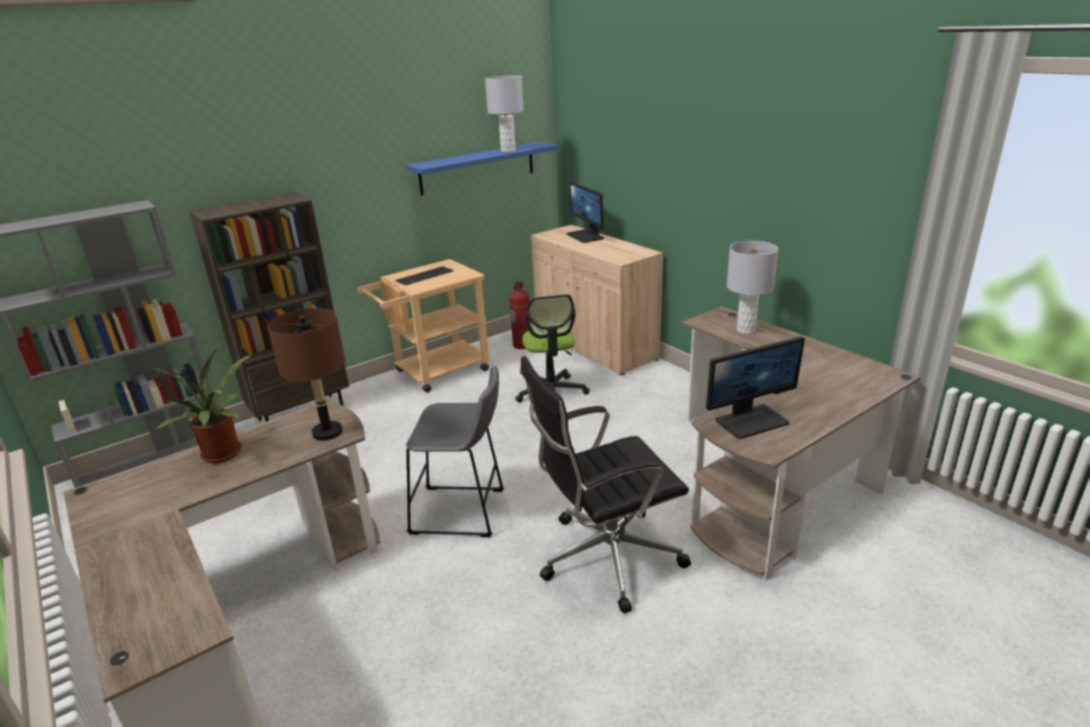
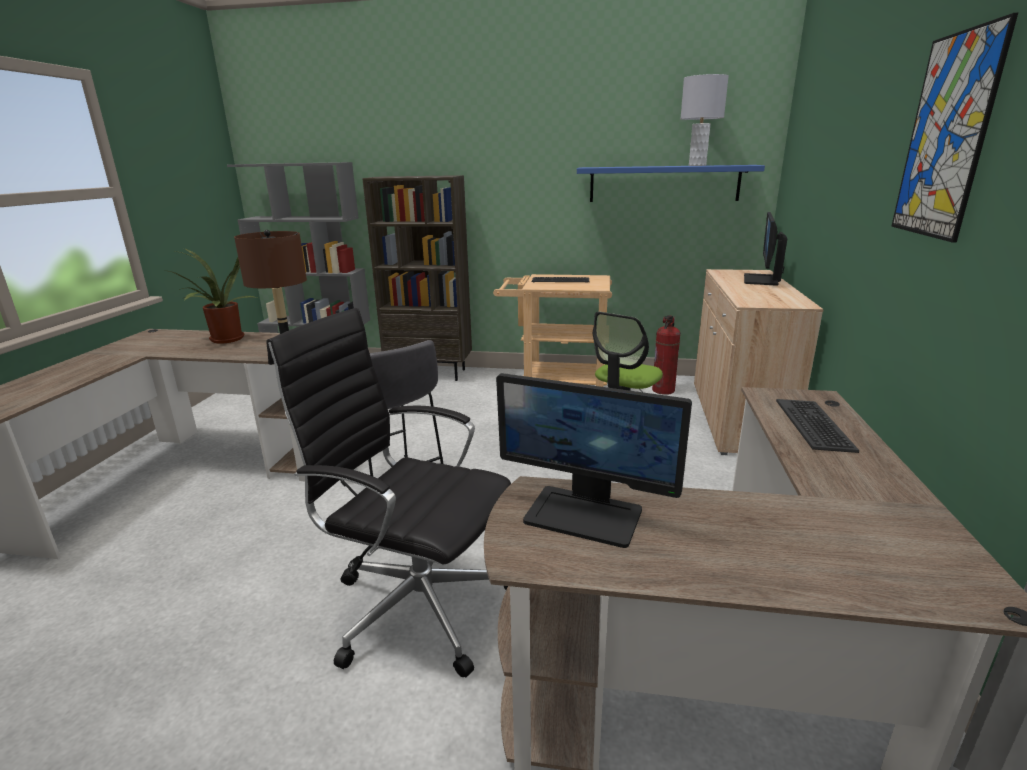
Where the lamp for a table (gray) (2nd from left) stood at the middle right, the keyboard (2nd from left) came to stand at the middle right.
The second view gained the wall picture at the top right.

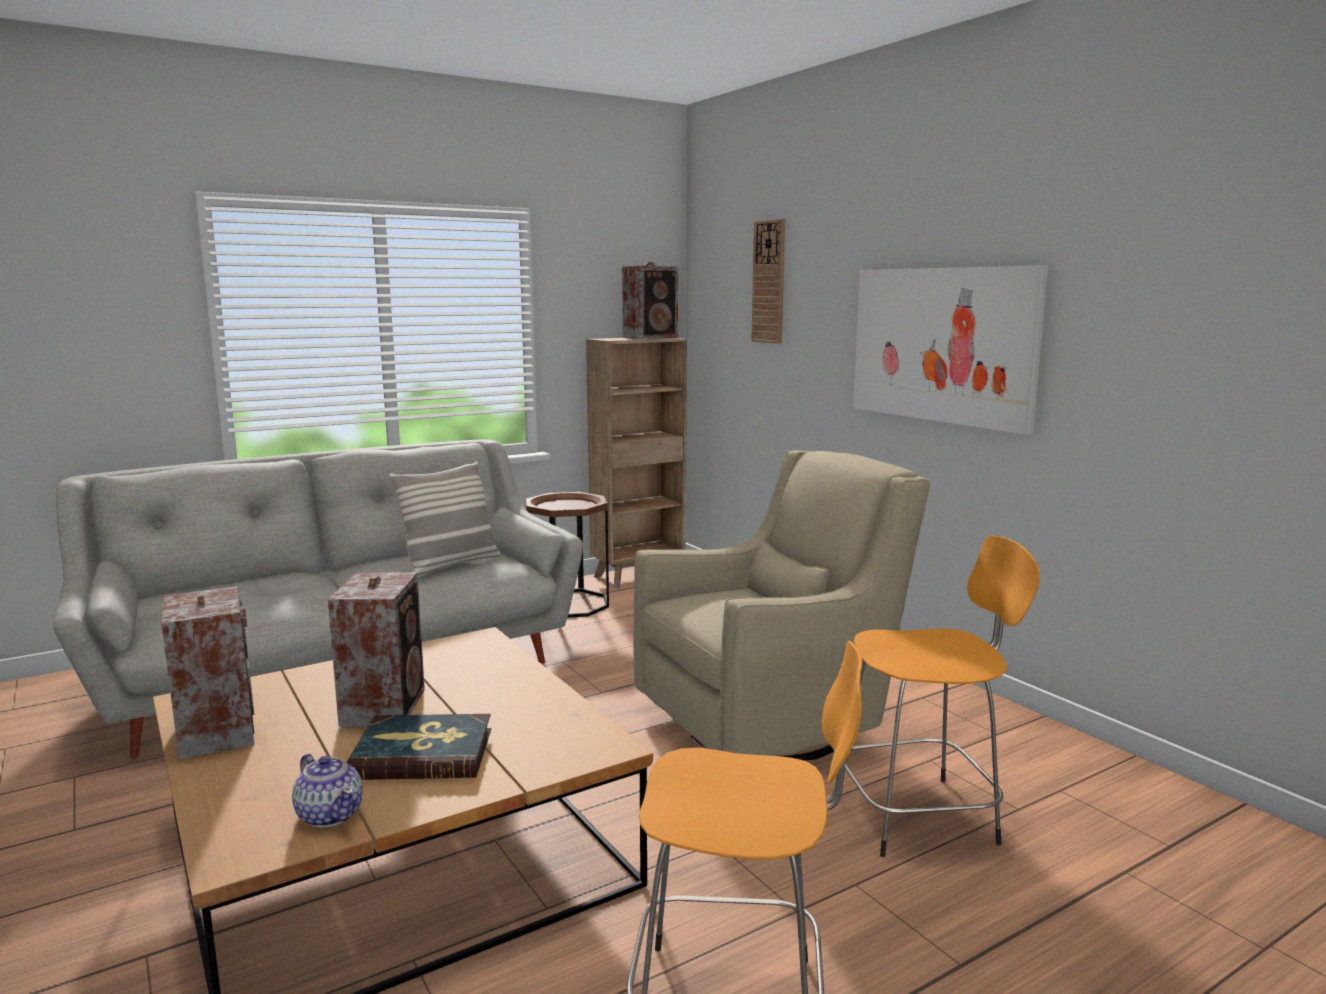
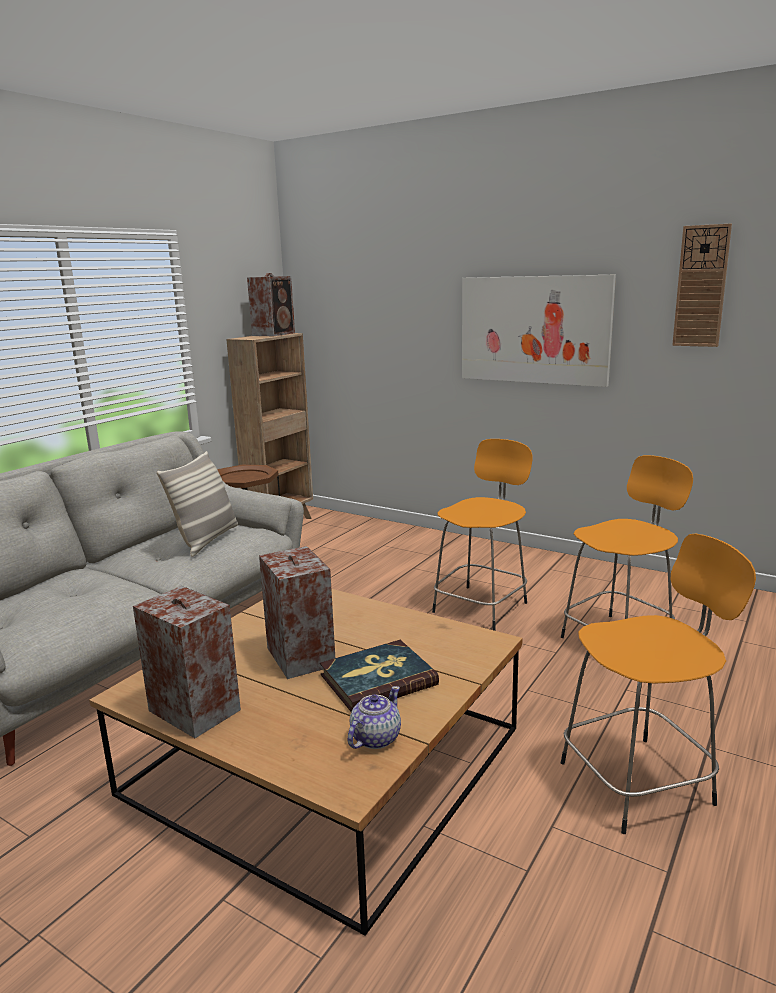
The wall clock ended up elsewhere, having gone from the top centre to the top right.
Where the armchair (sand-coloured) stood at the centre, the stool seat (orange-coloured) (1st from left) came to stand at the centre.
The teapot at the bottom left ended up facing another way, 75 degrees counterclockwise from before.

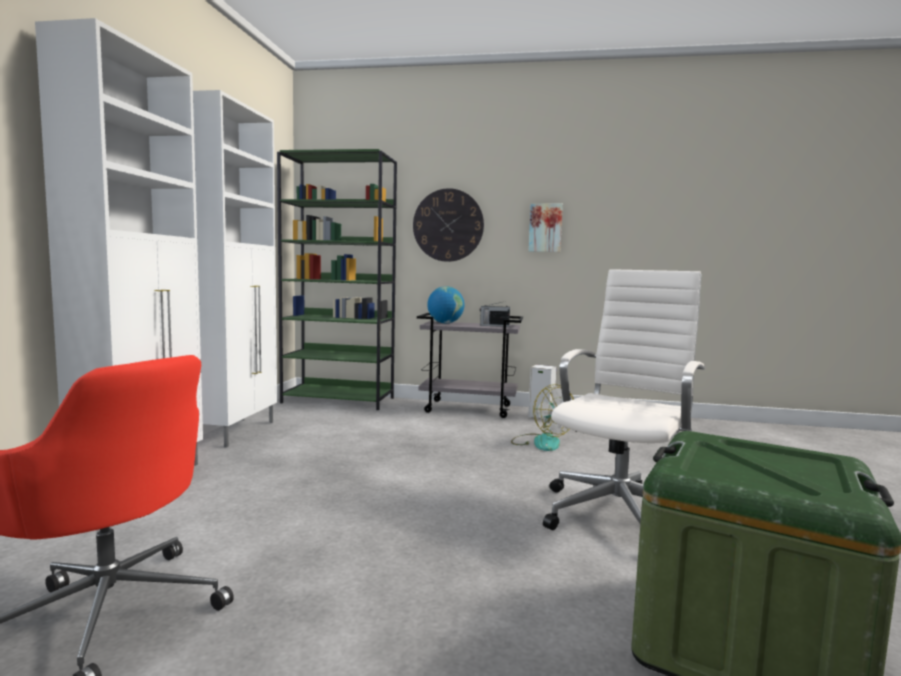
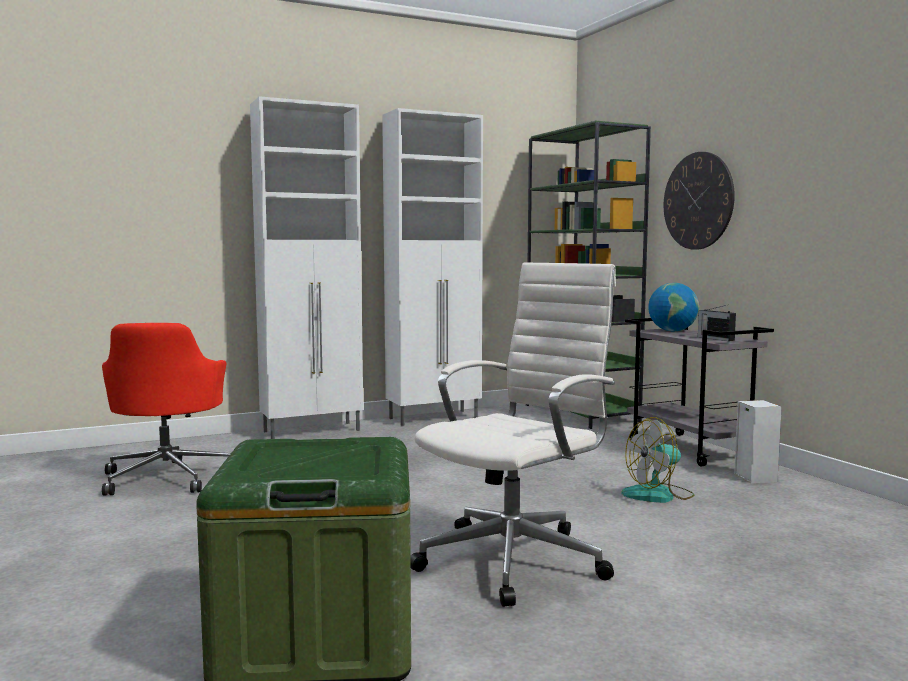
The second view lost the wall picture at the centre.
The office chair (white-coloured) at the middle right ended up facing another way, 45 degrees counterclockwise from before.
The cooling fan at the centre ended up facing another way, 45 degrees clockwise from before.

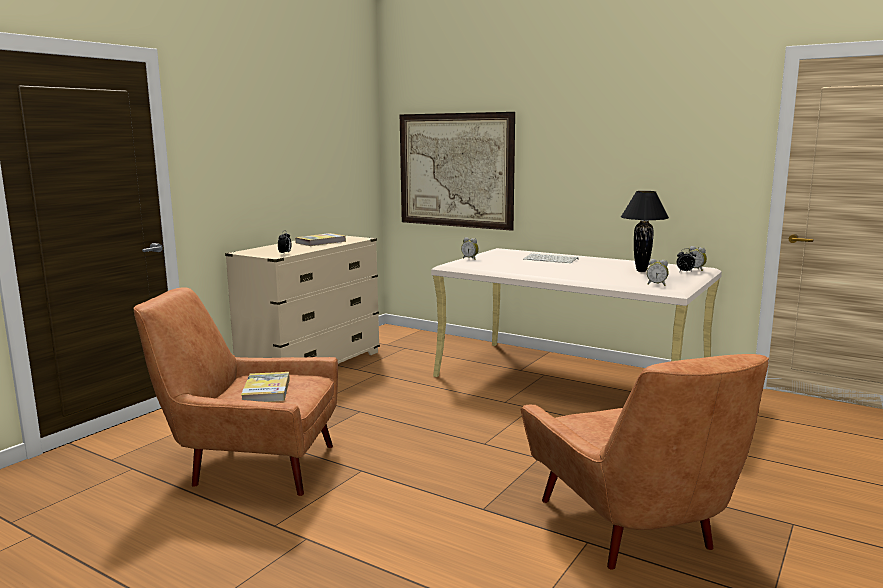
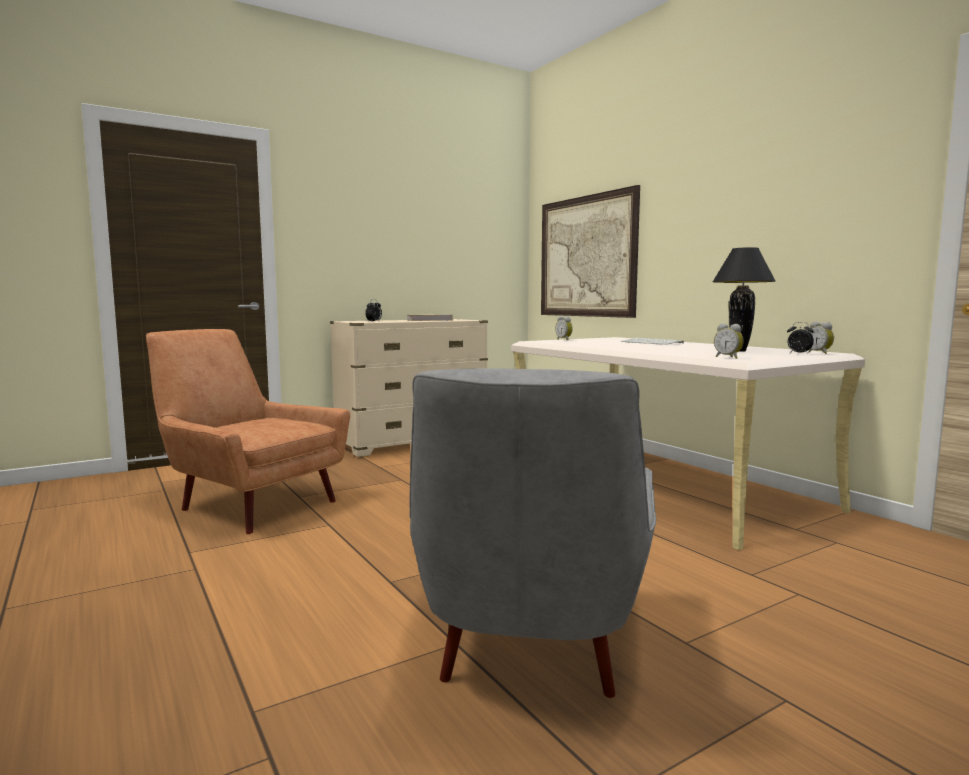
What was the armchair (brownish) (2nd from left) at the bottom right turned into the armchair (gray) at the bottom centre.
The second view lost the bound book (1st from left) at the middle left.

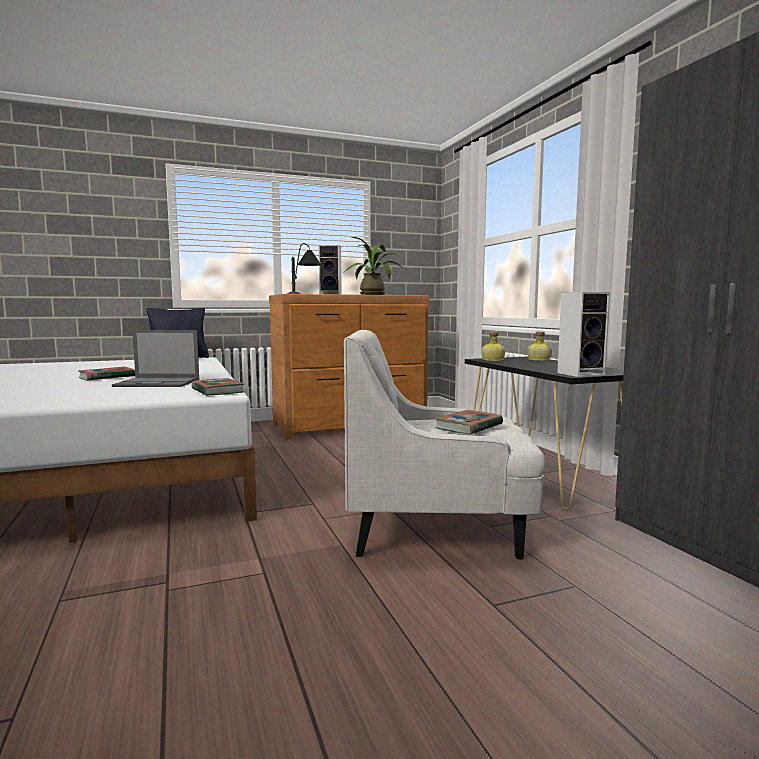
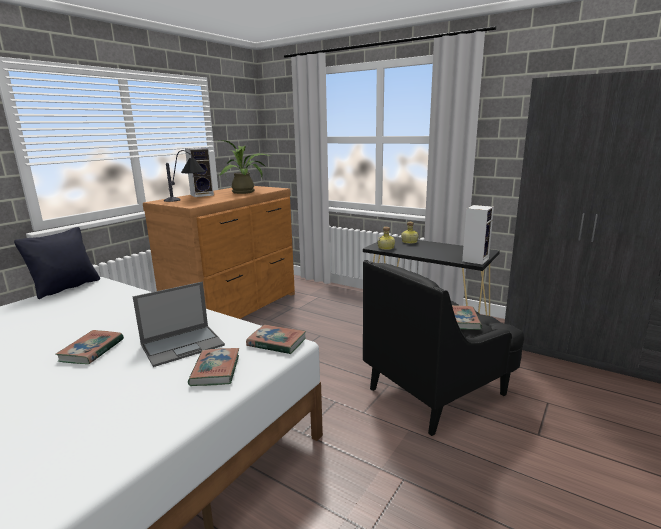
What was the armchair (white-coloured) at the centre turned into the armchair (blackish) at the middle right.
The second view gained the bound book (2nd from left) at the bottom left.

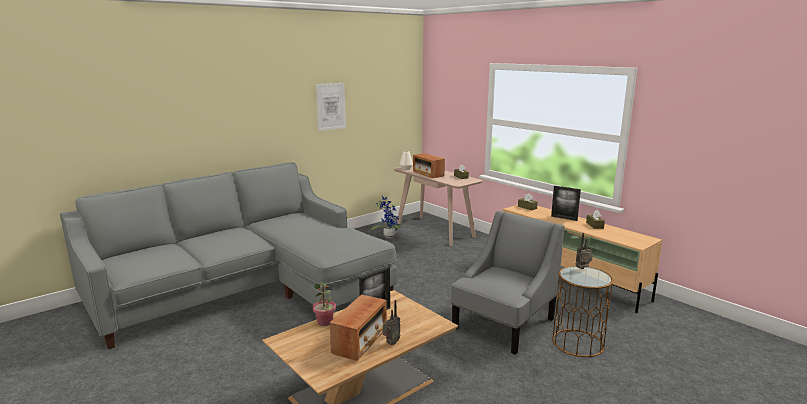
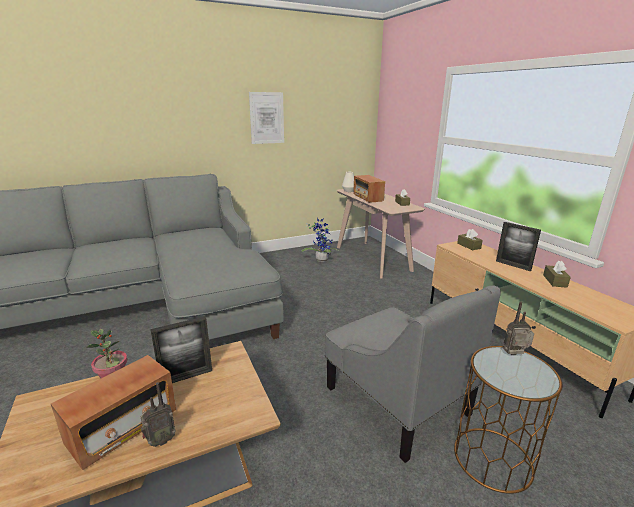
The armchair (gray) at the bottom centre ended up facing another way, 90 degrees clockwise from before.

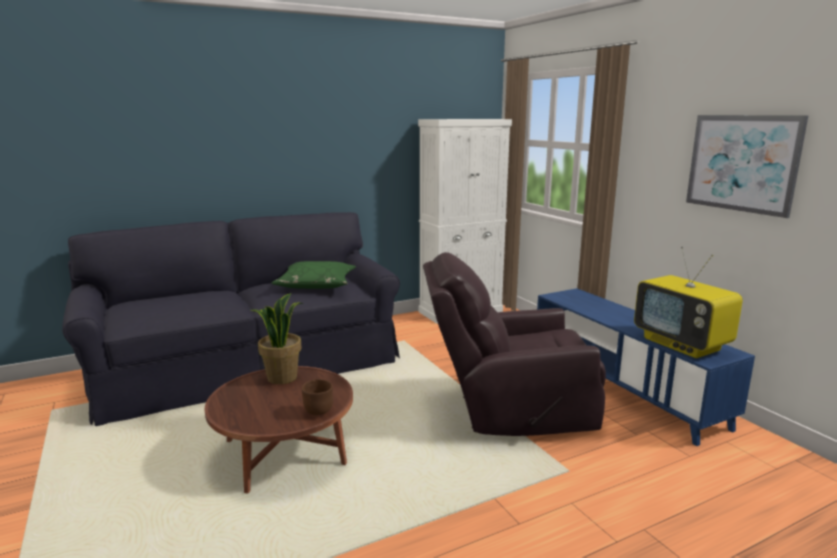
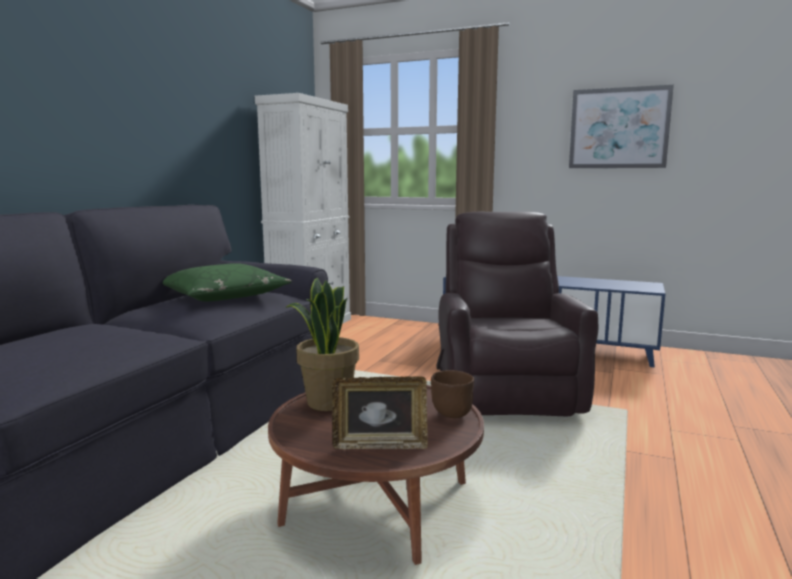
The second view lost the television at the middle right.
The armchair (brownish) at the centre ended up facing another way, 135 degrees clockwise from before.
The second view gained the photo frame at the bottom centre.

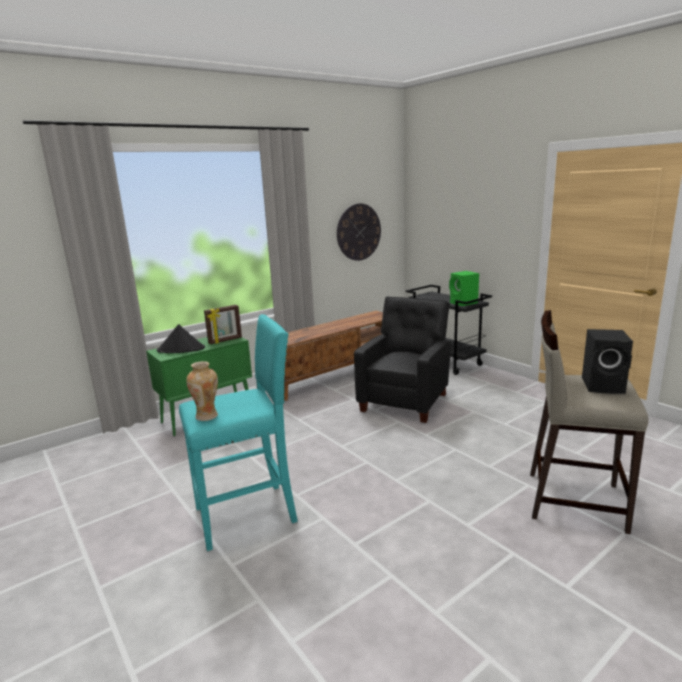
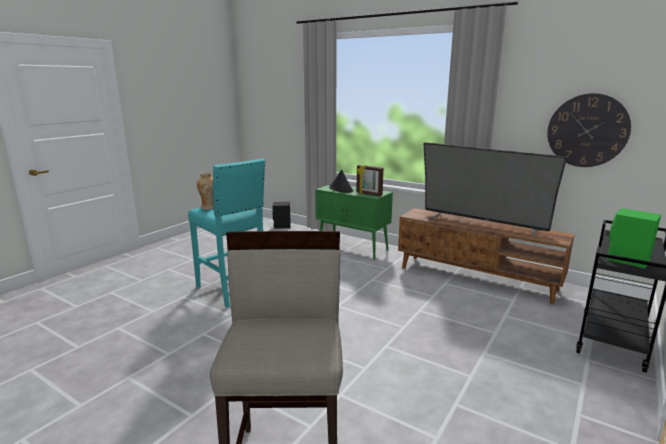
The second view lost the armchair (blackish) at the centre.
The loudspeaker (blackish) ended up elsewhere, having gone from the middle right to the centre.
The second view gained the television at the middle right.

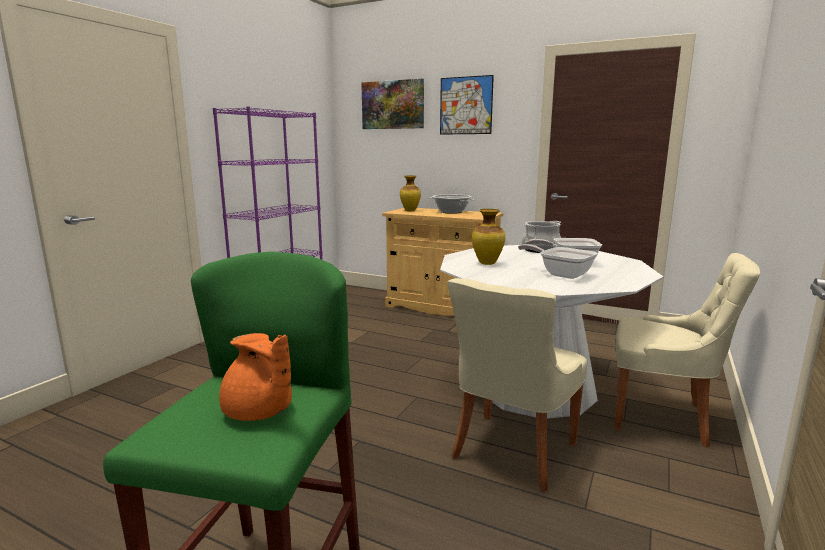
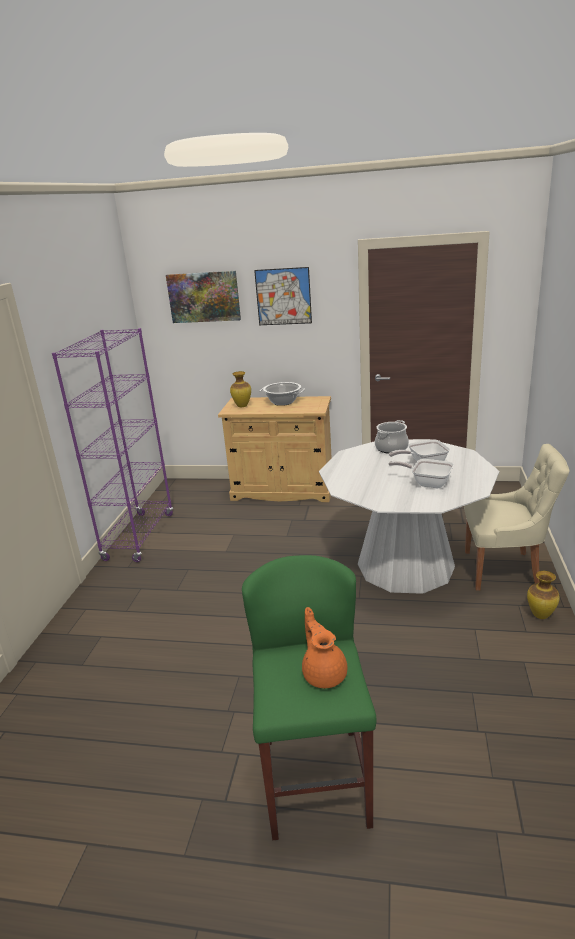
The vase (2nd from left) ended up elsewhere, having gone from the centre to the middle right.
The second view lost the chair (sand-coloured) (1st from left) at the bottom centre.
The teapot (orange-coloured) at the bottom left ended up facing another way, 135 degrees counterclockwise from before.

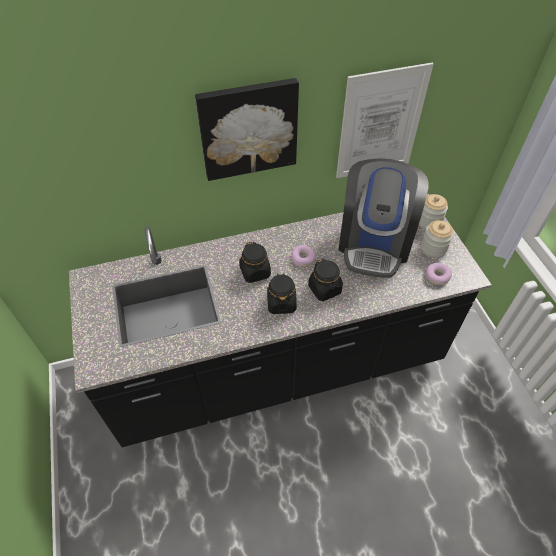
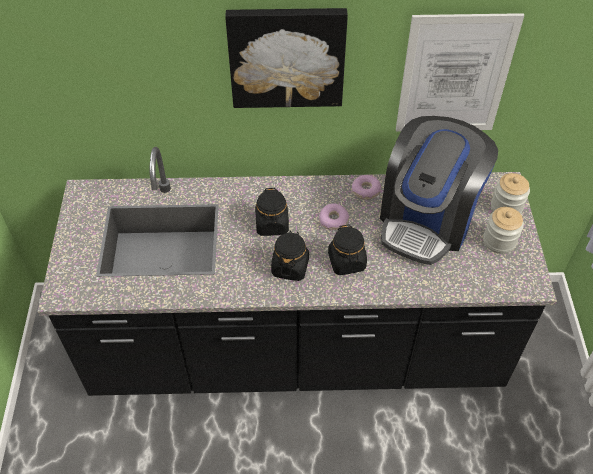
The donut (2nd from left) ended up elsewhere, having gone from the middle right to the centre.

